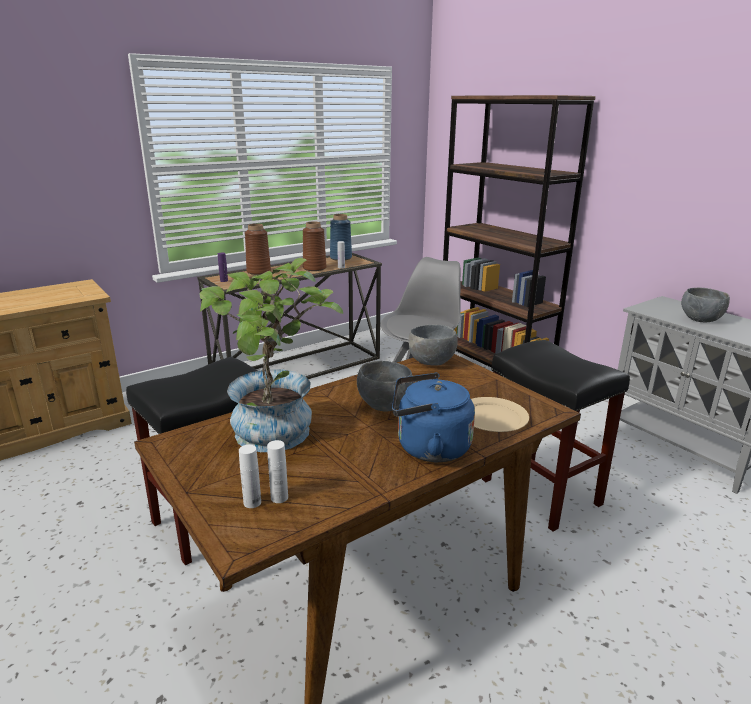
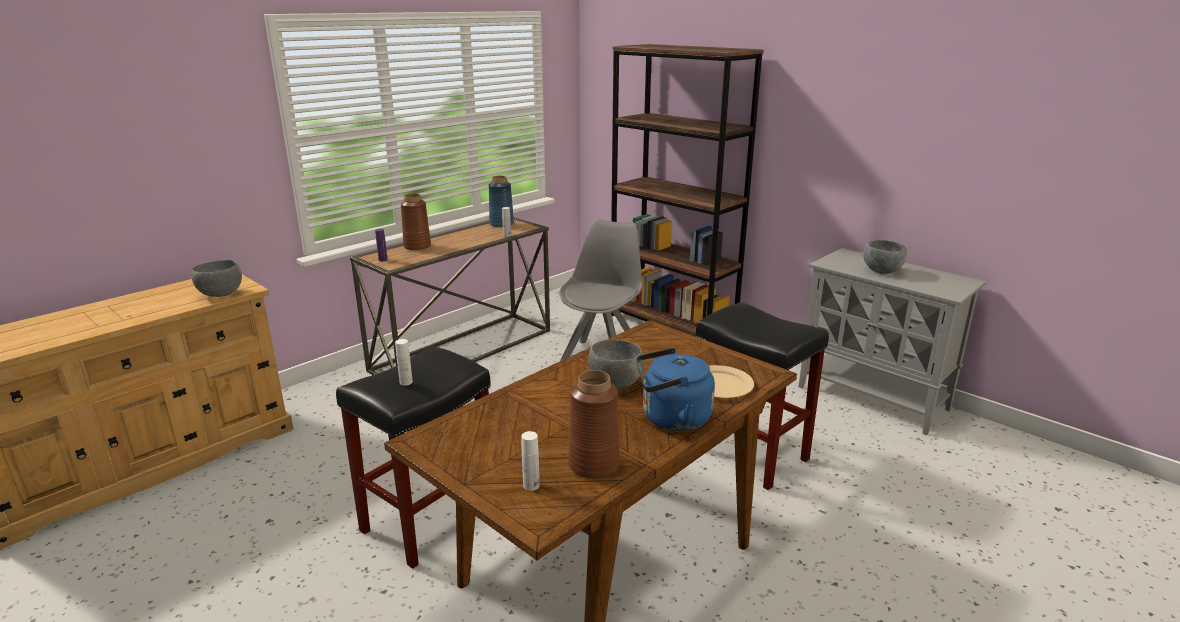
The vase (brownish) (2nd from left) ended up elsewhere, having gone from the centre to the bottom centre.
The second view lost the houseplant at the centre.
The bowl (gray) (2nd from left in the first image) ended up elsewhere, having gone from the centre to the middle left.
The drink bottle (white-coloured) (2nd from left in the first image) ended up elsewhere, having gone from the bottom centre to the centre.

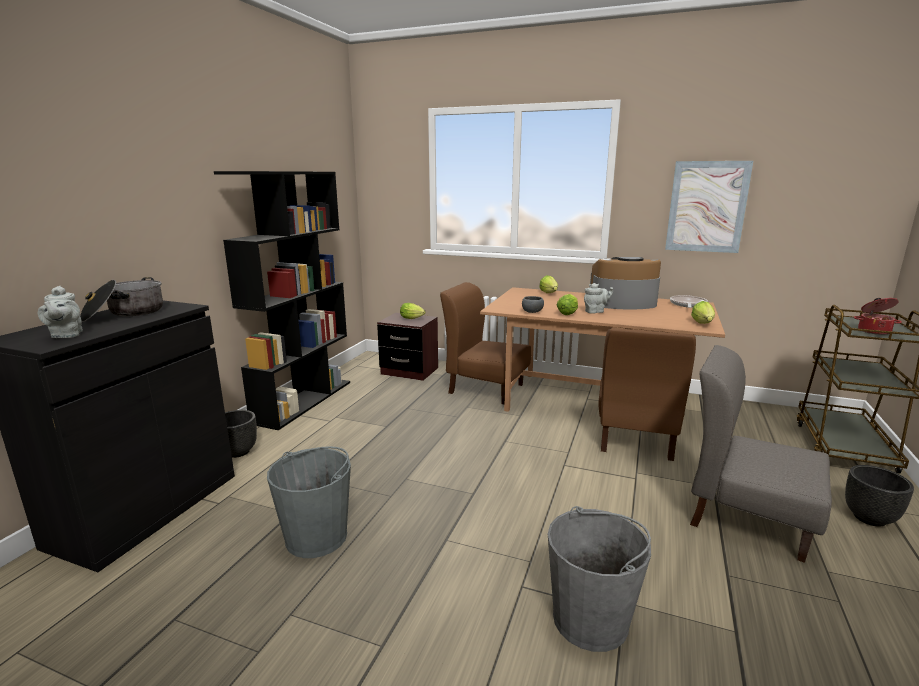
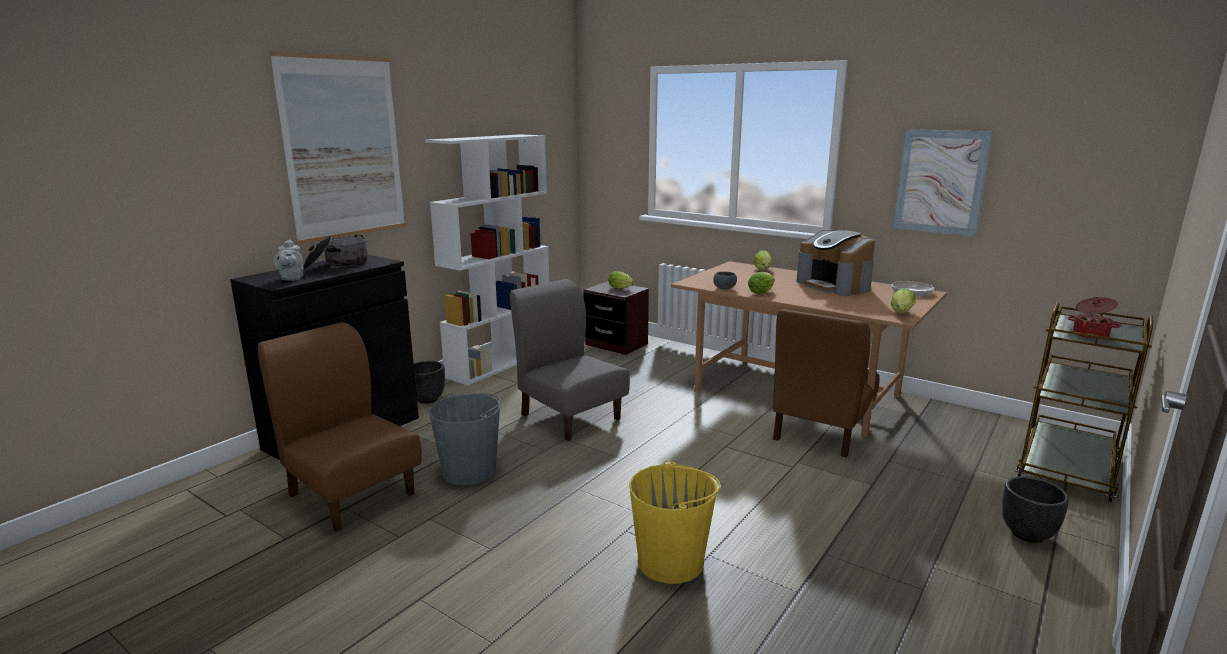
What was the bookcase (blackish) at the middle left turned into the bookcase (white-coloured) at the centre.
The coffee machine at the middle right ended up facing another way, 135 degrees counterclockwise from before.
The chair (brownish) (1st from left) ended up elsewhere, having gone from the centre to the middle left.
The second view lost the teapot (gray) (2nd from left) at the centre.
The chair (gray) ended up elsewhere, having gone from the middle right to the centre.
What was the bucket (gray) (2nd from left) at the bottom centre turned into the bucket (yellow) at the bottom centre.
The second view gained the wall picture (1st from left) at the top left.

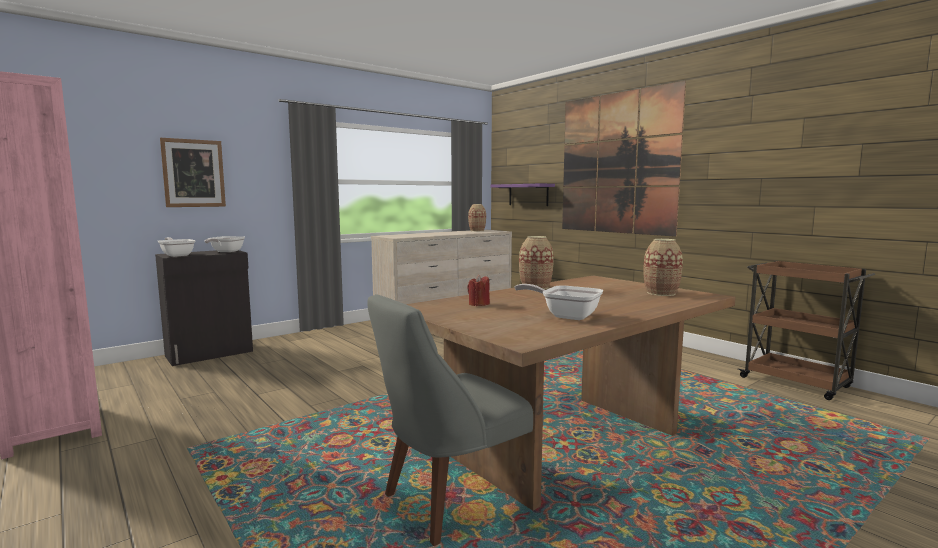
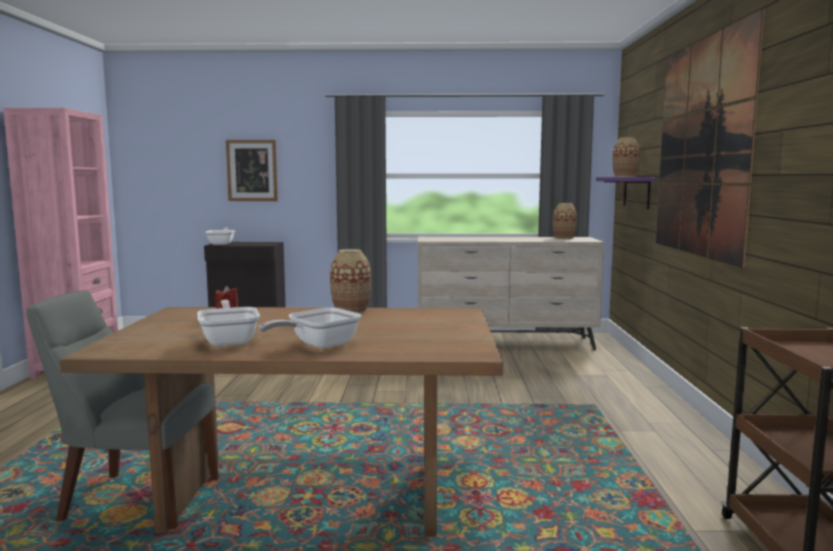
The frying pan (2nd from left in the first image) ended up elsewhere, having gone from the middle left to the centre.
The vase (3rd from left) ended up elsewhere, having gone from the middle right to the top right.

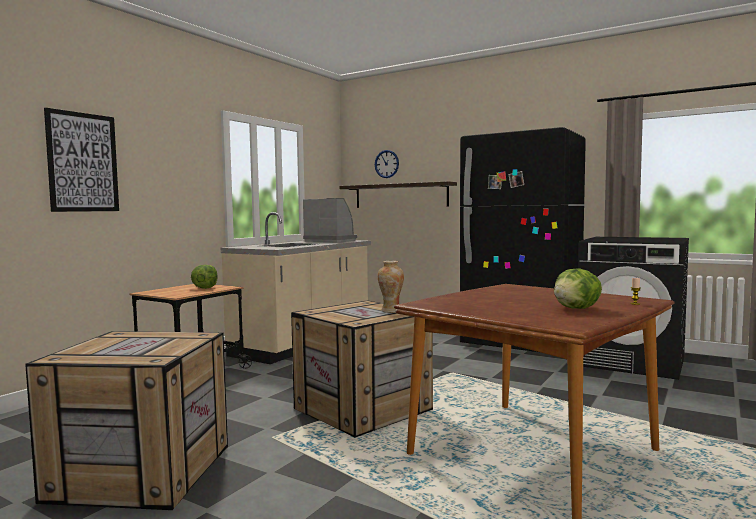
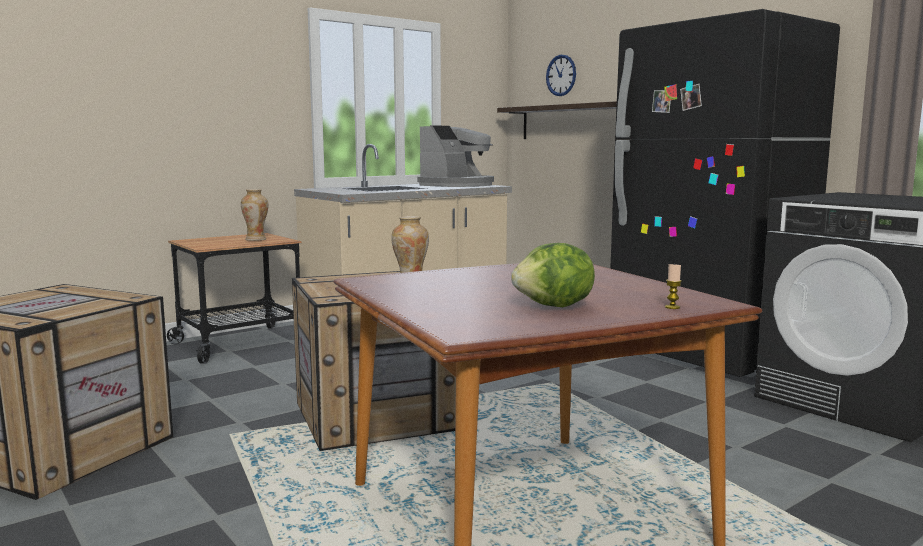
The second view lost the wall picture at the top left.
The coffee machine at the centre ended up facing another way, 75 degrees clockwise from before.
Where the lettuce head (1st from left) stood at the middle left, the vase (1st from left) came to stand at the middle left.

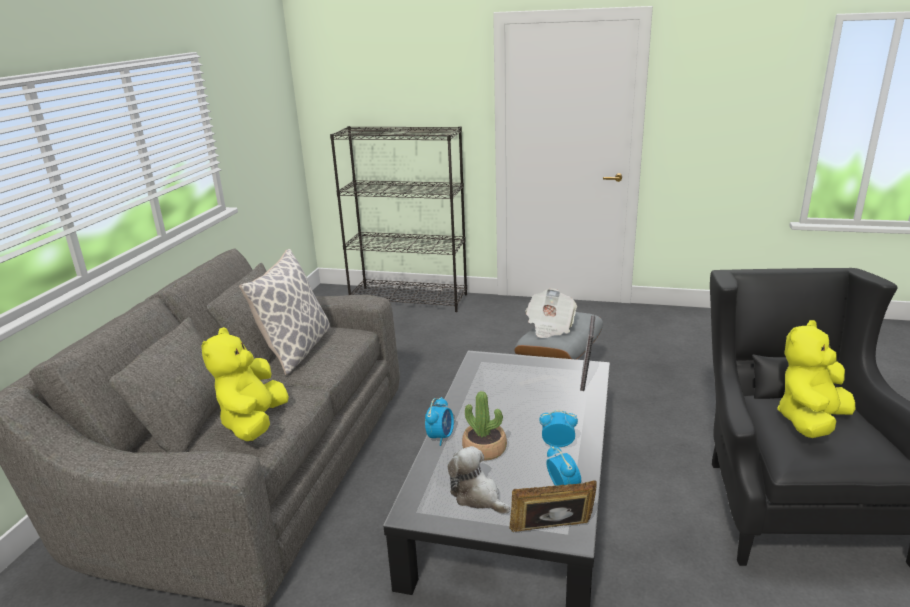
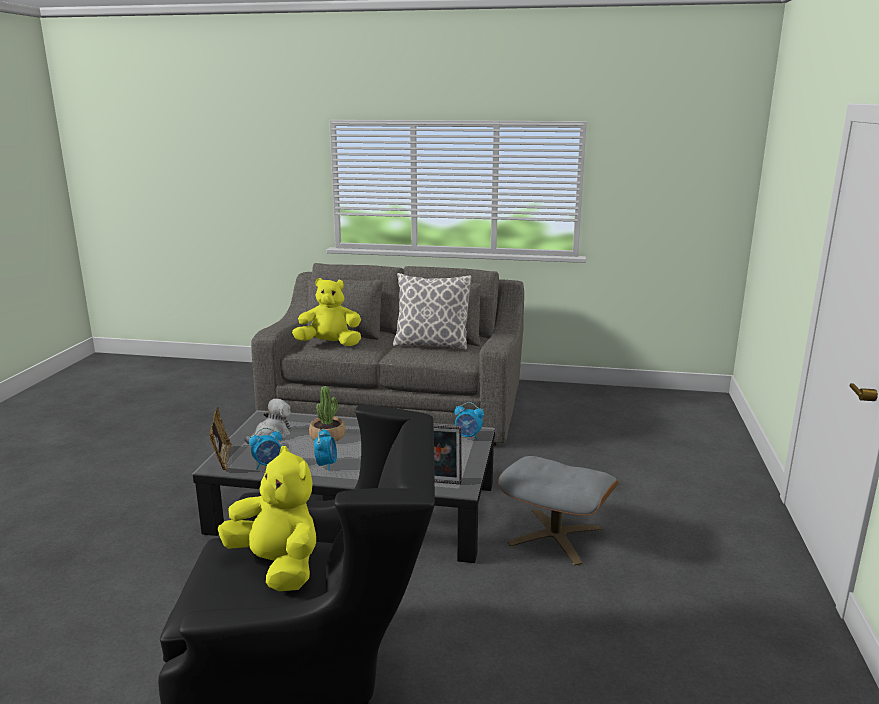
The second view lost the bookcase (blackish) at the centre.
The second view lost the printed paper at the centre.
The alarm clock (1st from left in the first image) ended up elsewhere, having gone from the bottom centre to the centre.

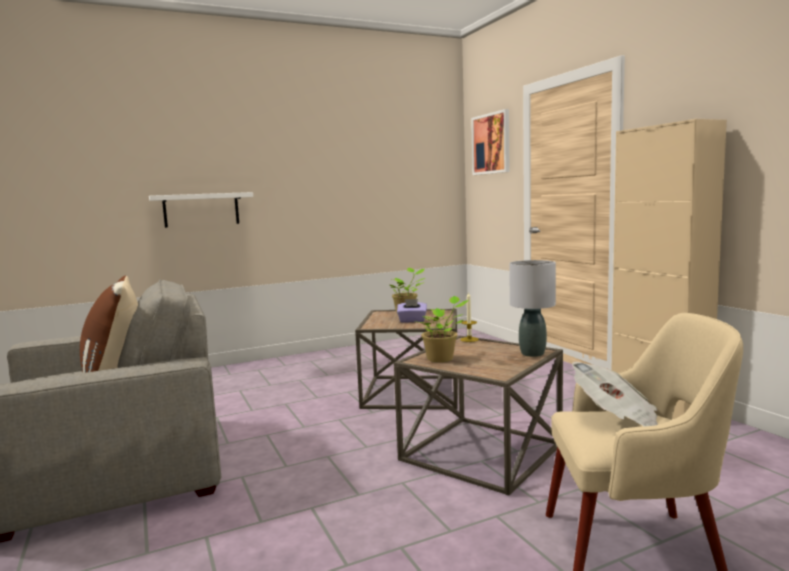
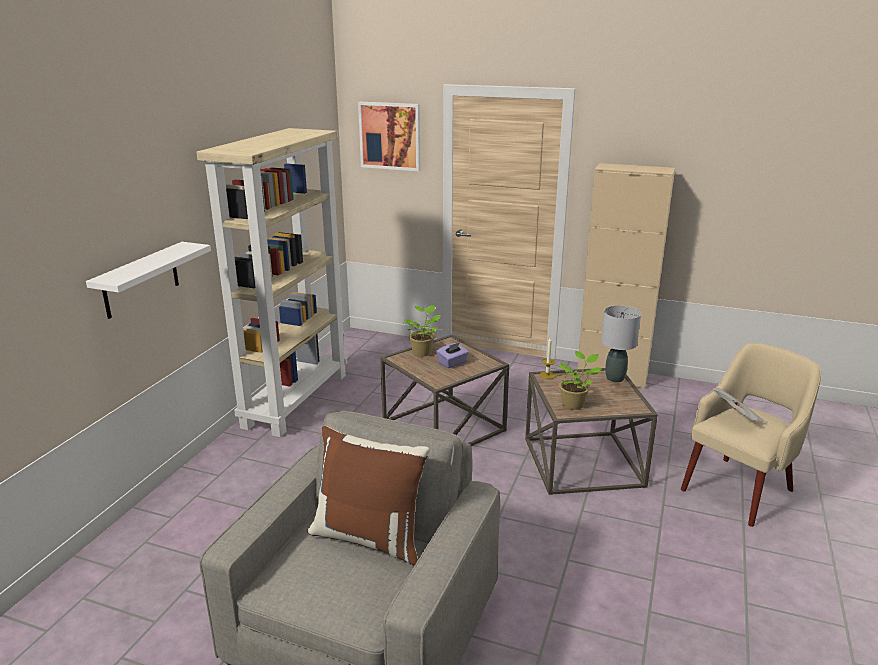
The second view gained the bookcase (sand-coloured) at the middle left.

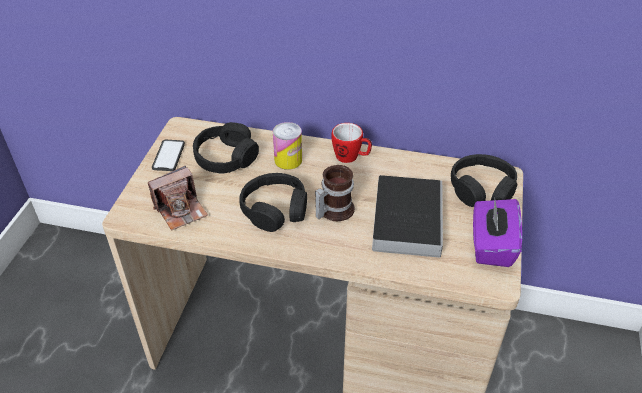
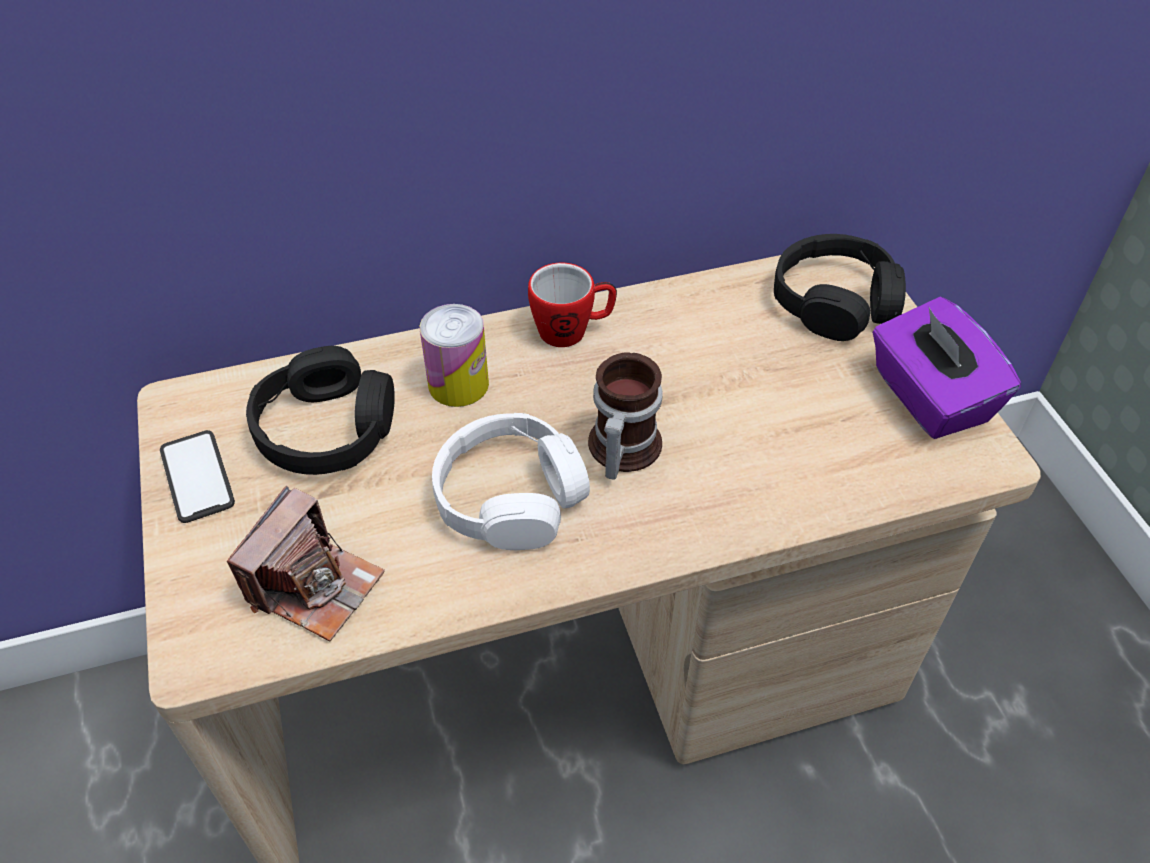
What was the headset (blackish) (2nd from left) at the centre turned into the headset (white-coloured) at the centre.
The second view lost the bound book at the centre.

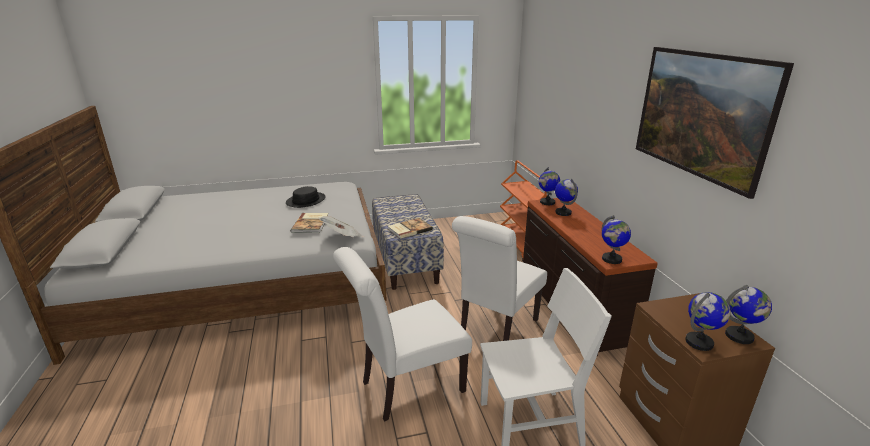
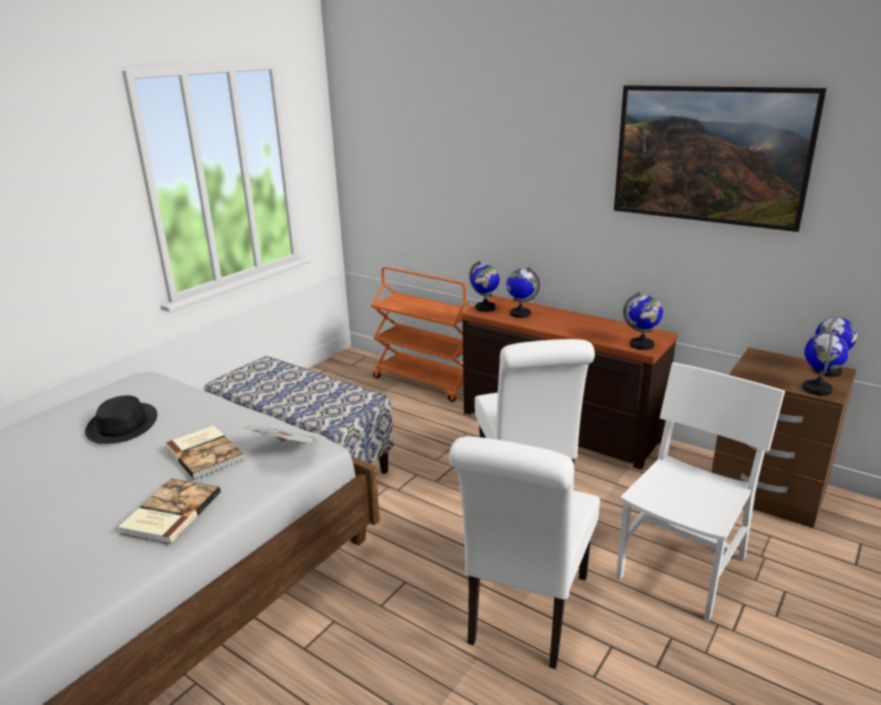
The bound book (2nd from left in the first image) ended up elsewhere, having gone from the centre to the bottom left.

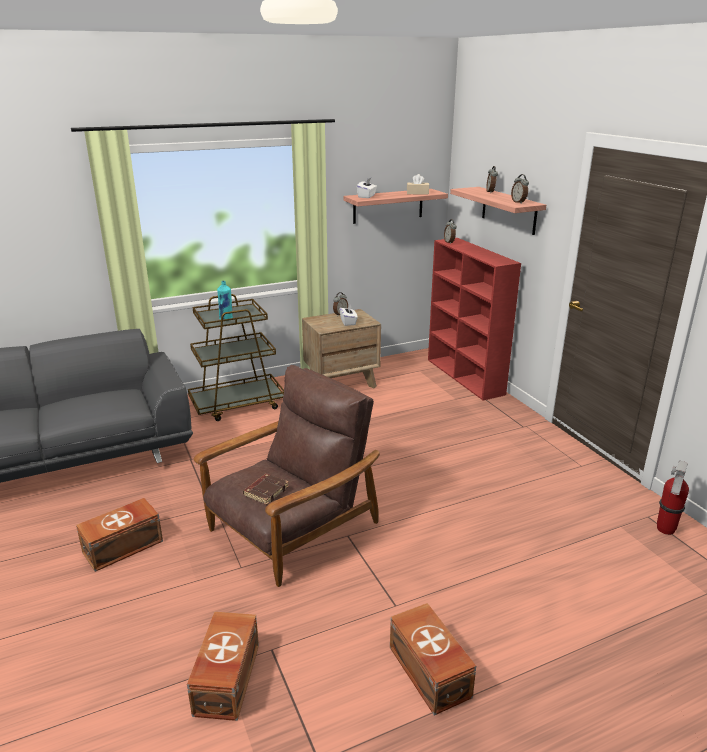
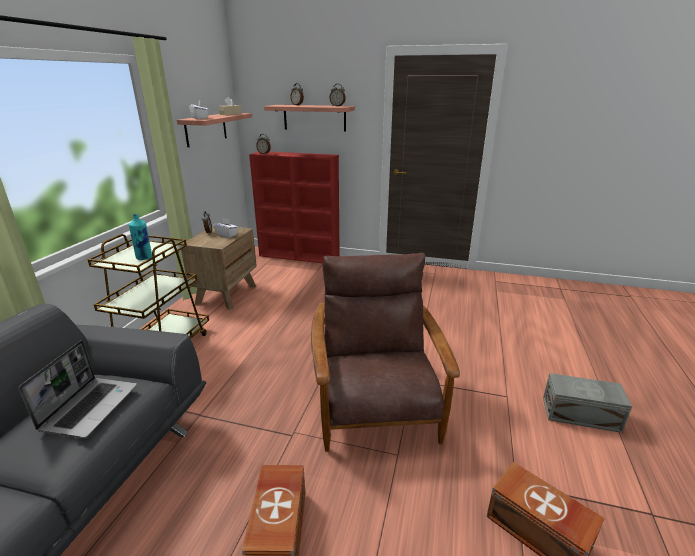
The second view lost the fire-fighting cylinder at the middle right.
The second view lost the bound book (brownish) at the centre.
What was the storage box (brownish) (3rd from left) at the bottom centre turned into the storage box (gray) at the bottom right.
The second view gained the portable computer at the bottom left.

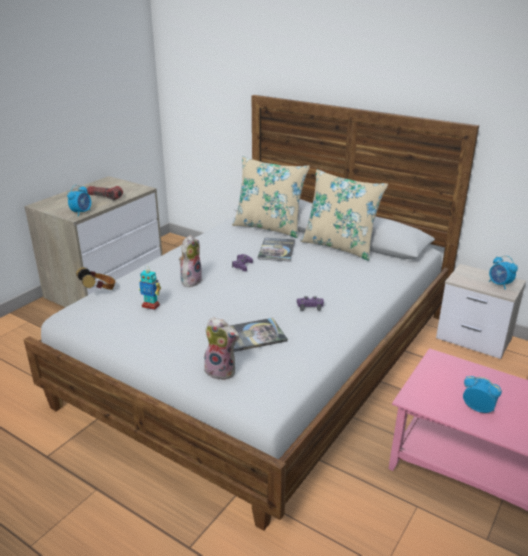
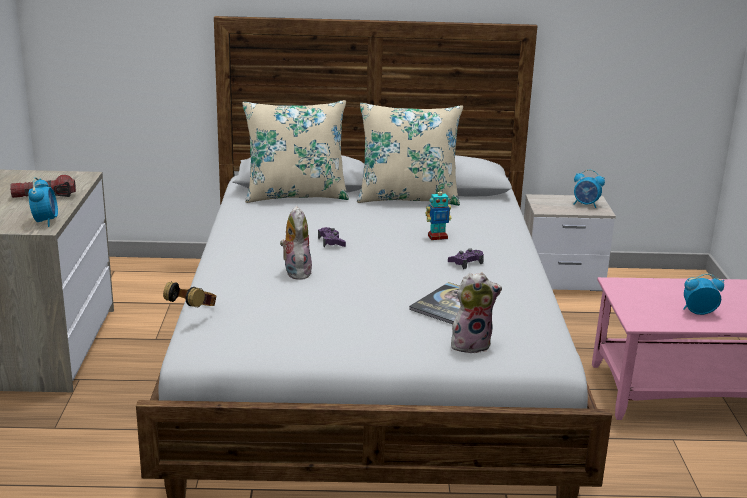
The second view lost the bound book (2nd from left) at the centre.
The toy robot ended up elsewhere, having gone from the middle left to the centre.

